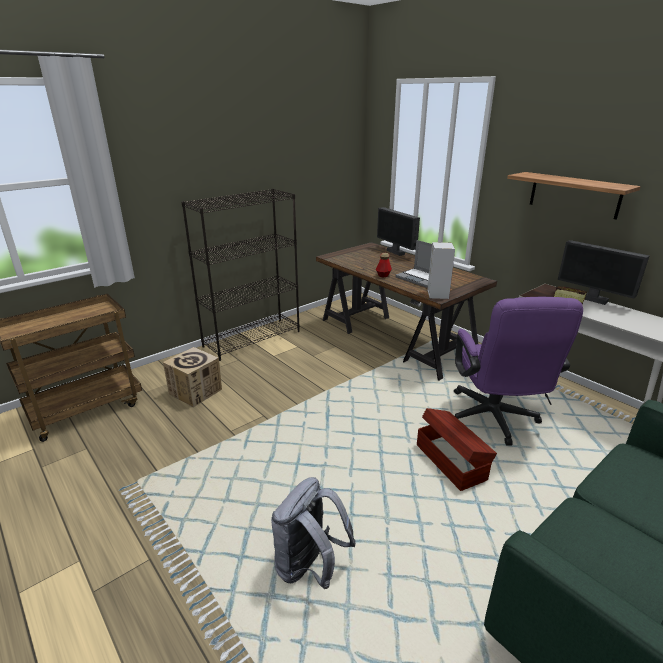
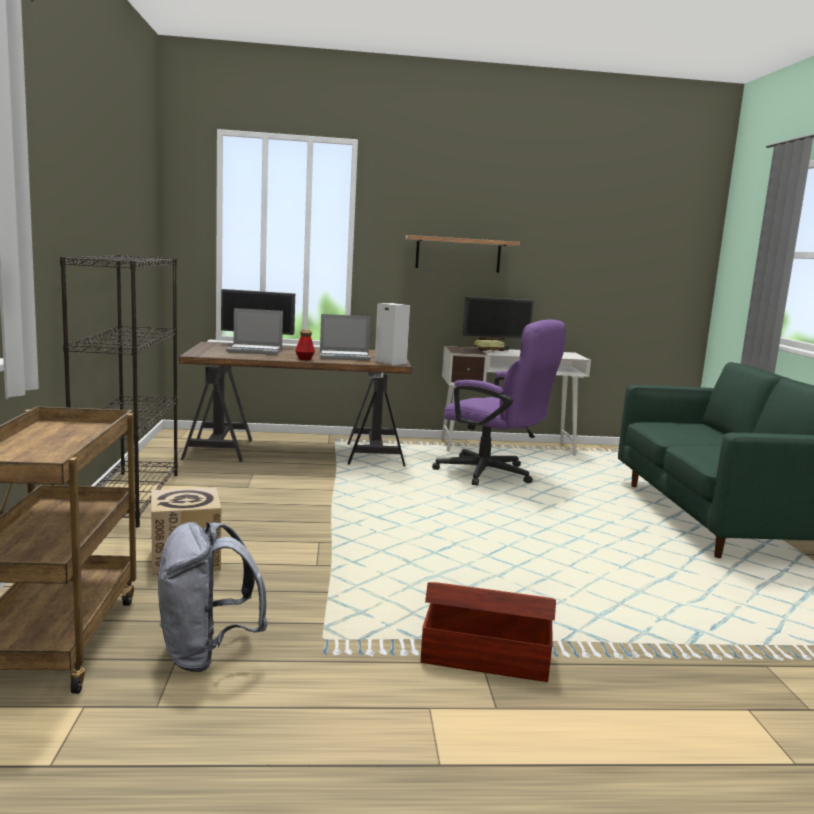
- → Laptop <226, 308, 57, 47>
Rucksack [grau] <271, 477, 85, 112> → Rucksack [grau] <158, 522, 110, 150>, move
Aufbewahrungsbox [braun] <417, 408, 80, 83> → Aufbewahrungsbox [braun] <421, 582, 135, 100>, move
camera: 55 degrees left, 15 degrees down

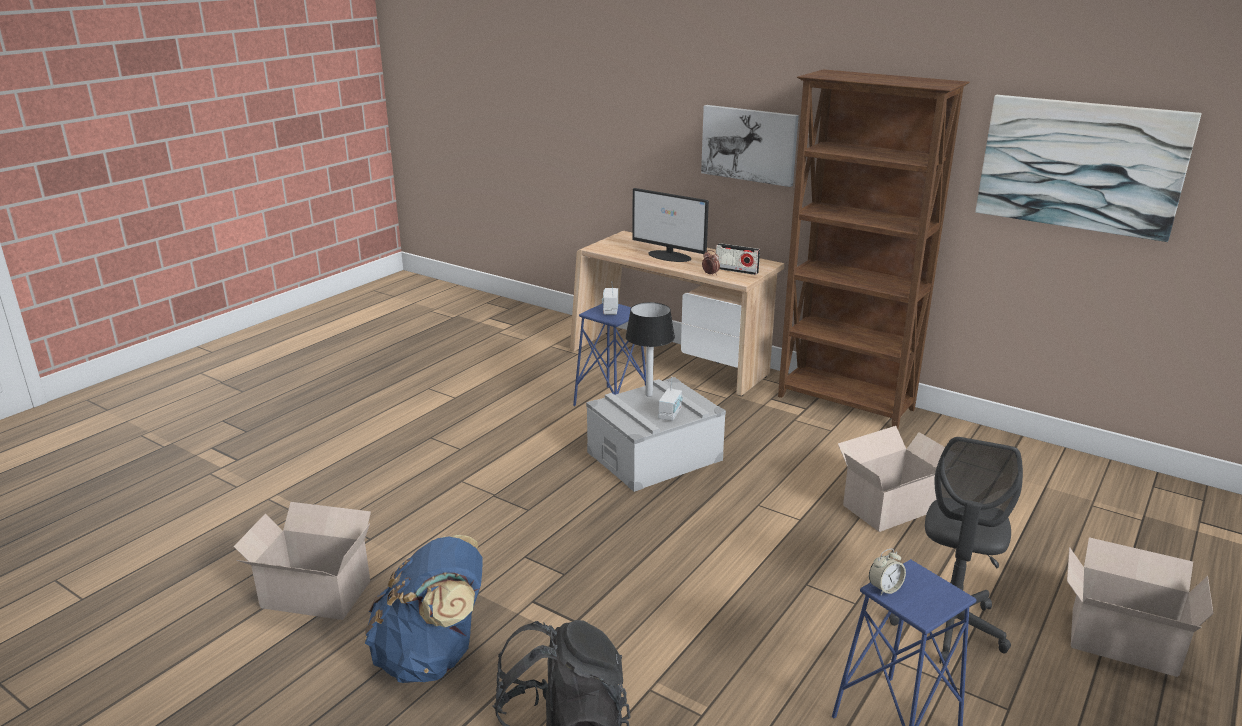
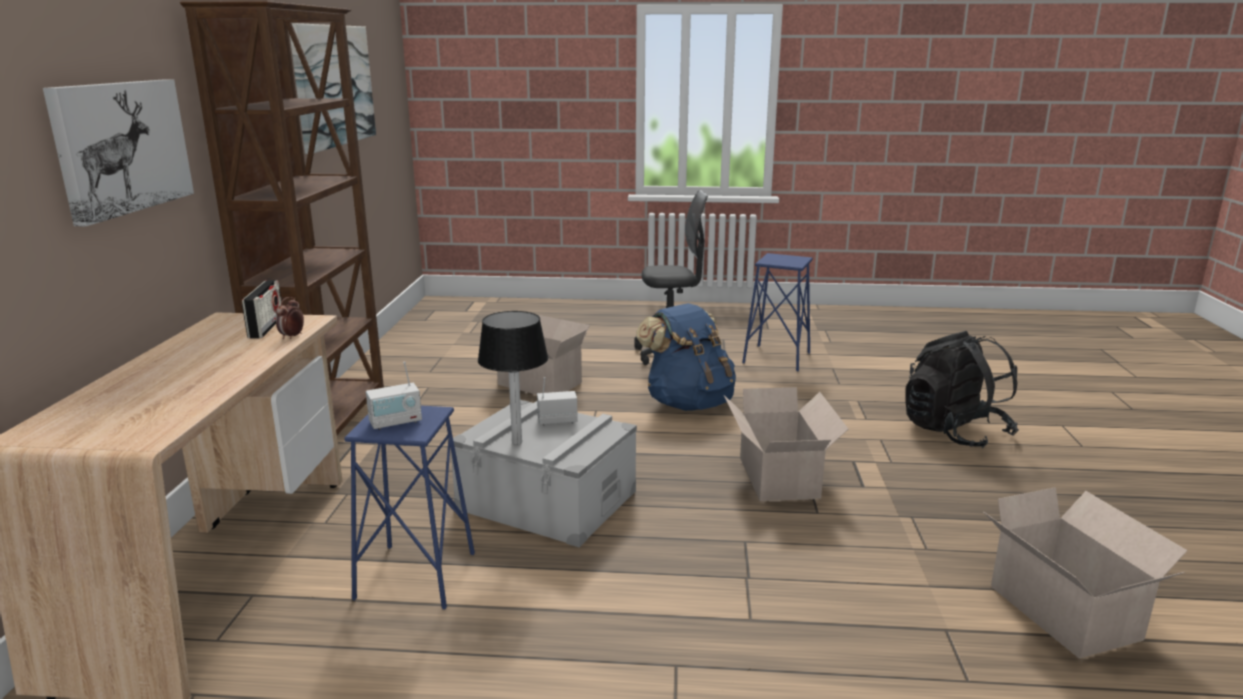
Monitor <632, 188, 77, 74> → -
Wecker <869, 549, 37, 47> → -
Rucksack [blau] <364, 535, 119, 148> → Rucksack [blau] <636, 303, 100, 108>, move
Karton <1067, 537, 147, 140> → Karton <724, 387, 124, 114>, move
camera: 120 degrees left, 5 degrees down

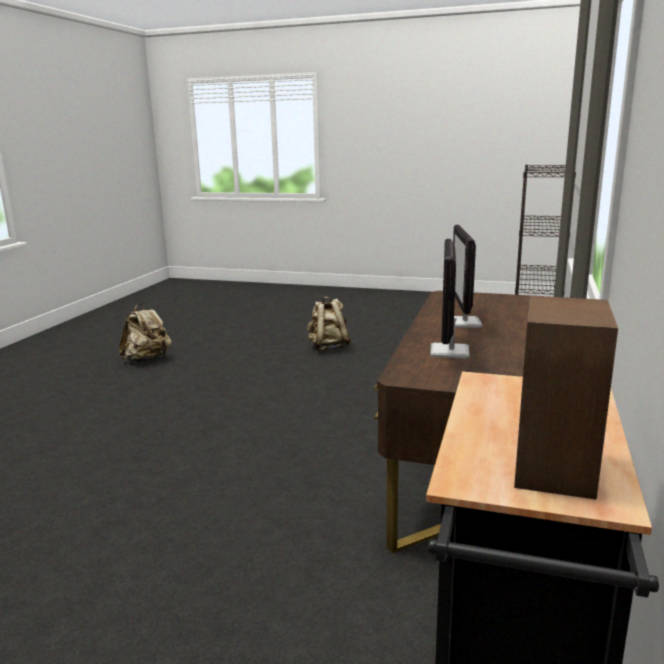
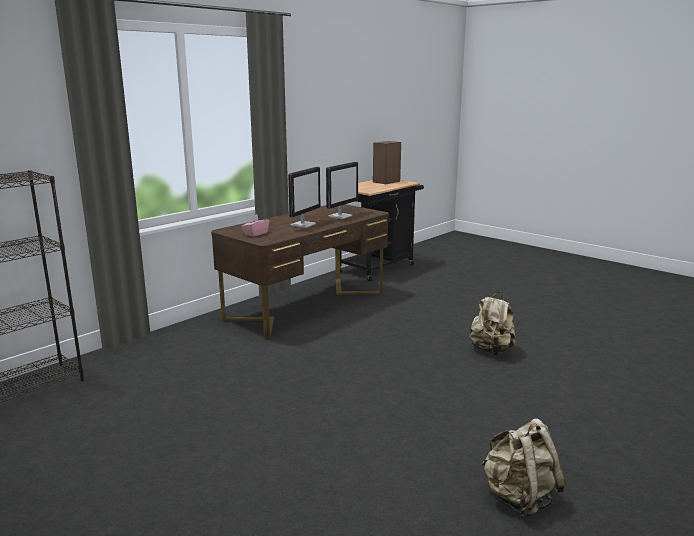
- → Taschentuchbox [rosa] <242, 214, 27, 23>
Rucksack [beige] <307, 296, 45, 56> → Rucksack [beige] <469, 291, 47, 64>, move
camera: 155 degrees left, 0 degrees up

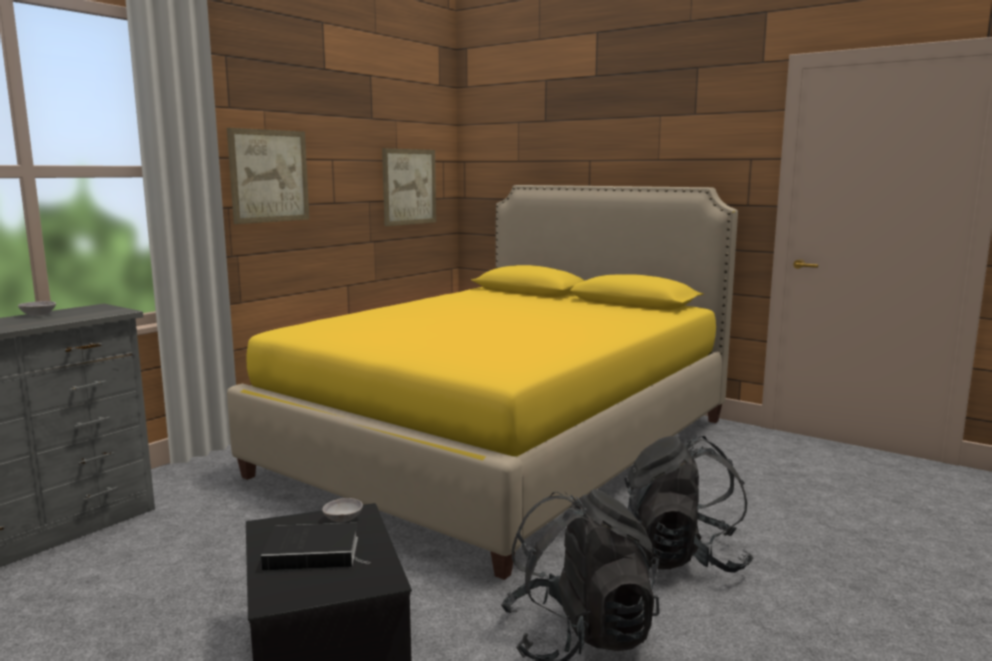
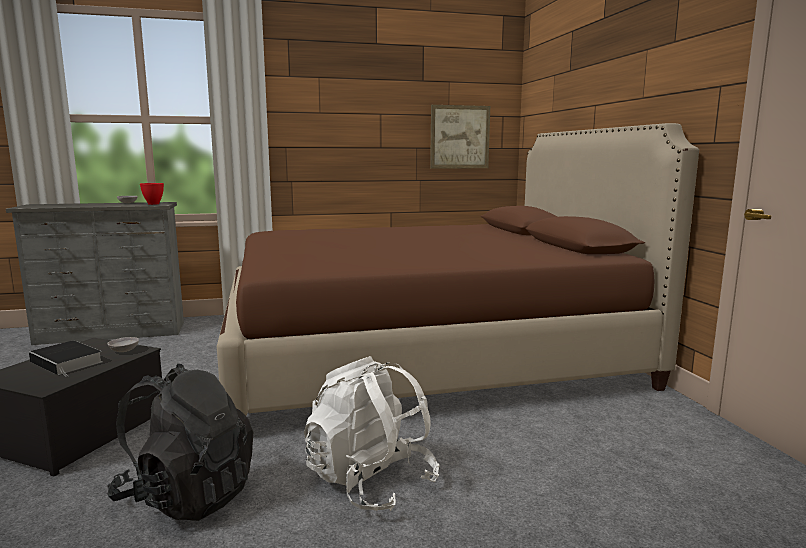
Bild <227, 128, 82, 96> → -
- → Schüssel [rot] <140, 183, 24, 22>
Bett [gelb] <227, 185, 511, 395> → Bett [braun] <217, 123, 482, 292>
Rucksack [schwarz] <624, 436, 130, 137> → Rucksack [weiß] <304, 356, 136, 155>
camera: 40 degrees right, 0 degrees up

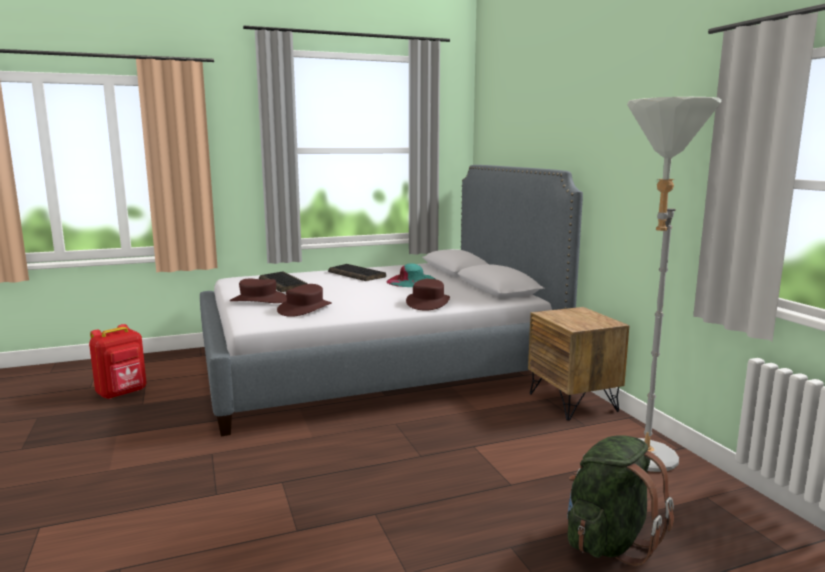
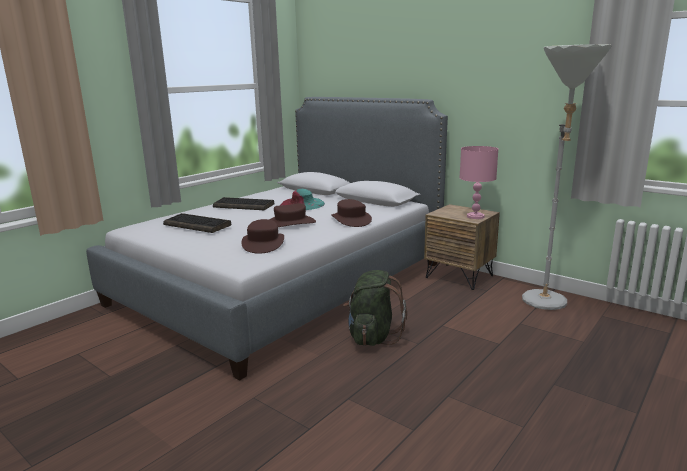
Rucksack [rot] <89, 324, 57, 75> → -
- → Tischlampe [rosa] <460, 146, 38, 73>
Hut [braun] <230, 279, 57, 24> → Hut [braun] <269, 203, 47, 24>, move
Rucksack [grün] <567, 435, 107, 131> → Rucksack [grün] <343, 270, 64, 76>, move
camera: 30 degrees left, 5 degrees up

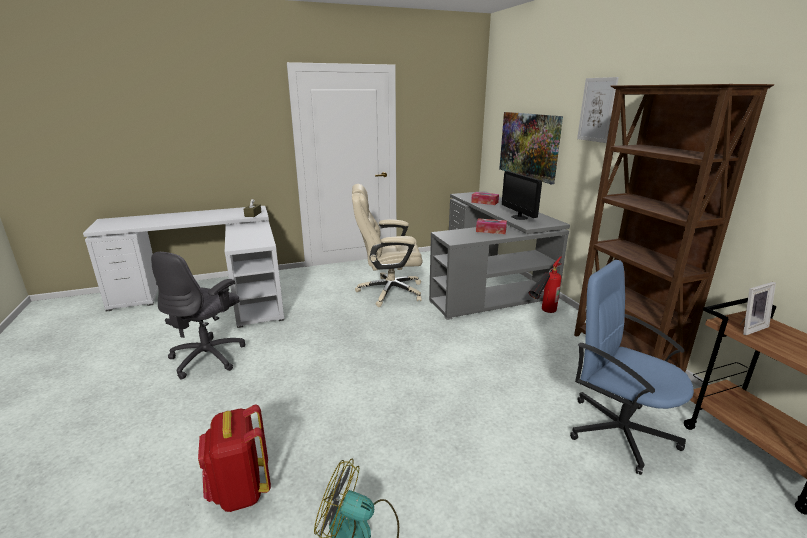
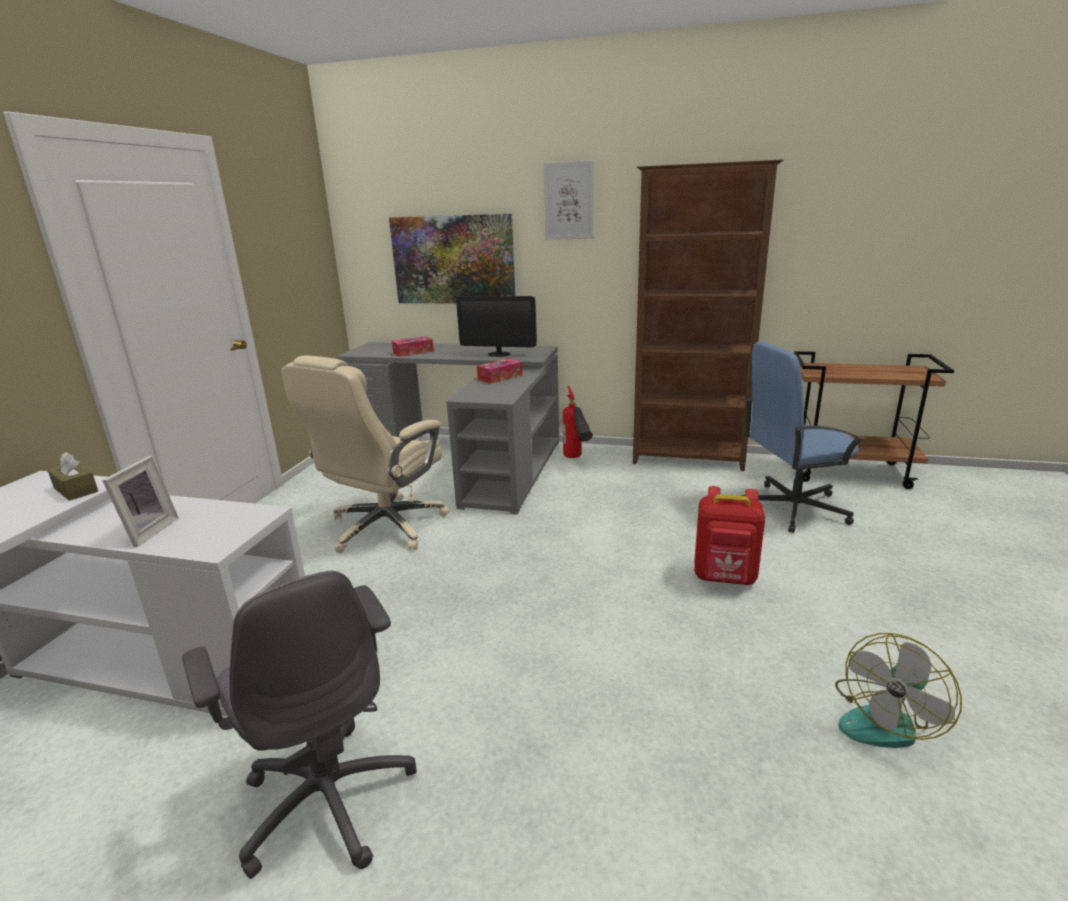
Rucksack [rot] <198, 404, 73, 108> → Rucksack [rot] <694, 486, 71, 99>, move
Bilderrahmen <740, 282, 36, 53> → Bilderrahmen <102, 456, 77, 91>, move
camera: 55 degrees left, 0 degrees up

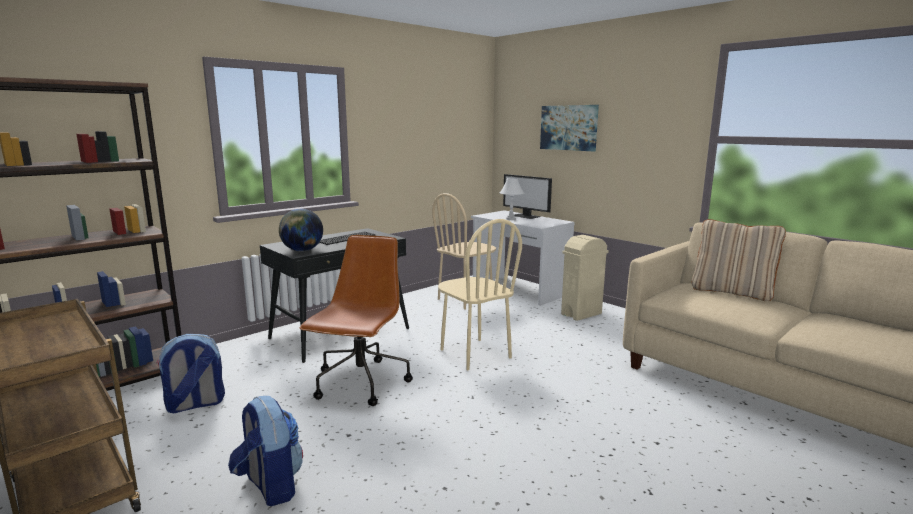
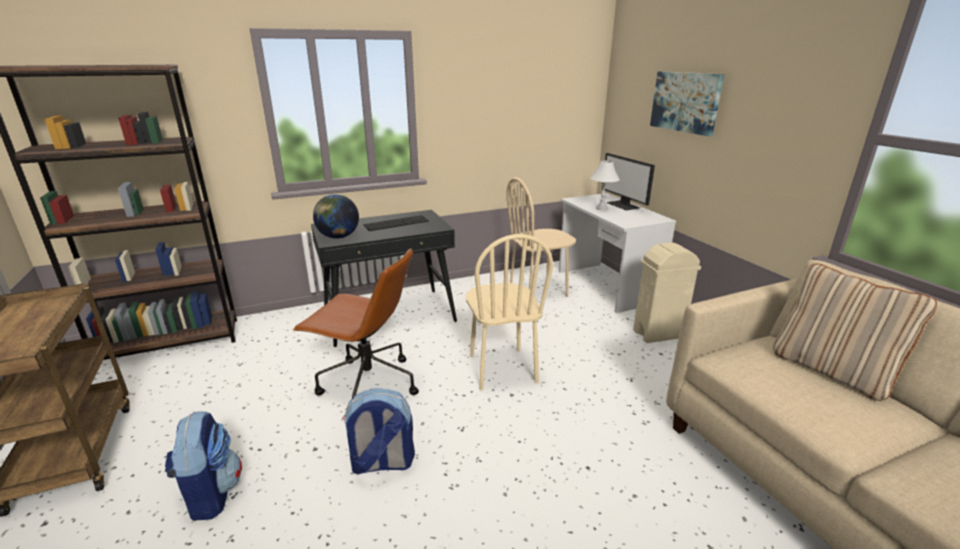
Rucksack <156, 334, 69, 79> → Rucksack <342, 388, 73, 86>, move
Bürostuhl [braun] <300, 235, 113, 171> → Bürostuhl [braun] <292, 248, 127, 150>, 75 degrees clockwise
camera: 20 degrees right, 10 degrees up

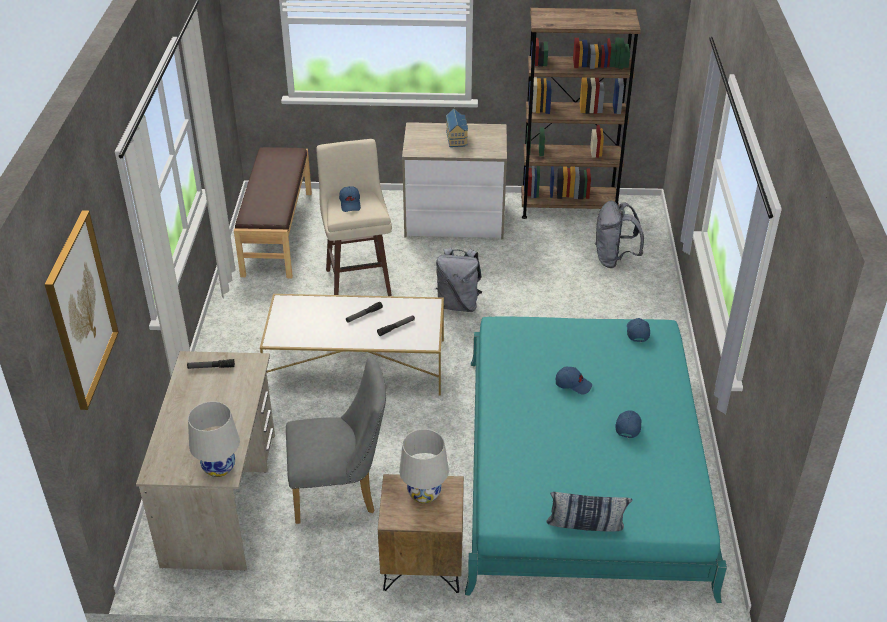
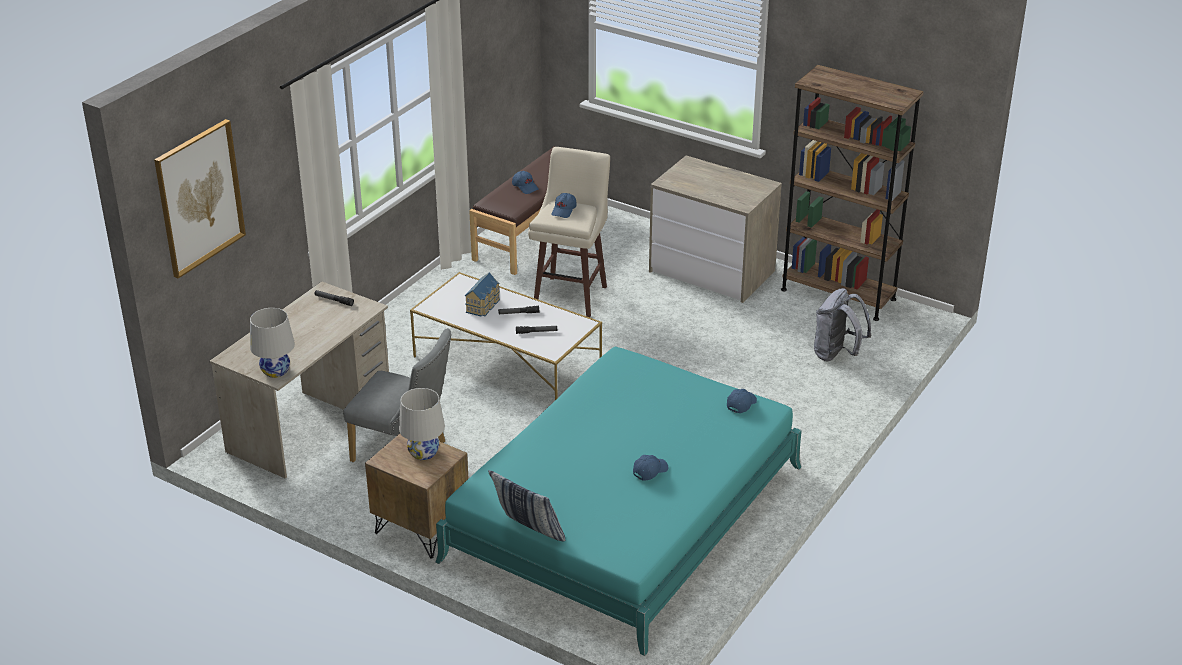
Rucksack [grau] <436, 247, 46, 65> → -
Spielzeughaus <446, 109, 22, 38> → Spielzeughaus <465, 273, 35, 44>, move
Kappe [blau] <556, 366, 36, 28> → Kappe [blau] <512, 171, 27, 23>, move
camera: 30 degrees right, 5 degrees down

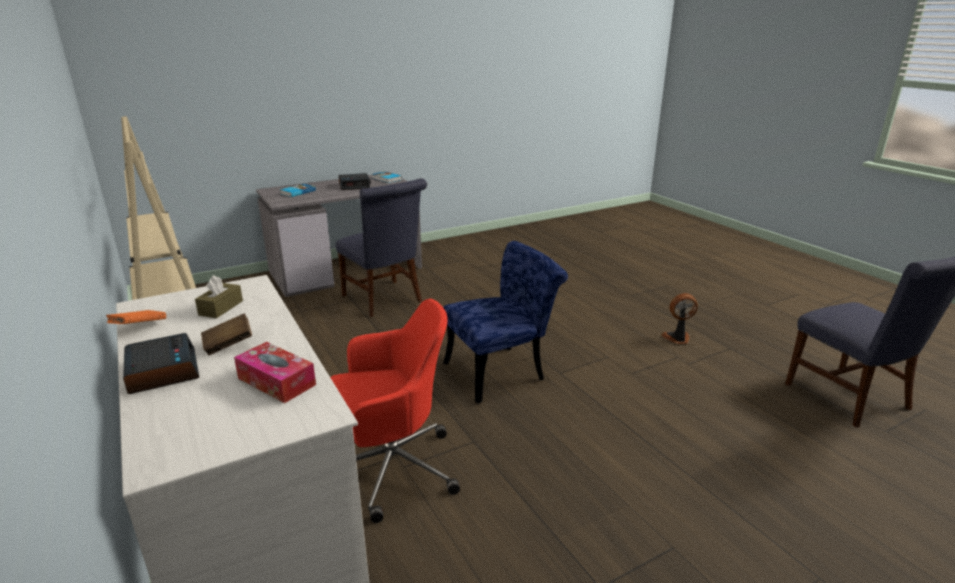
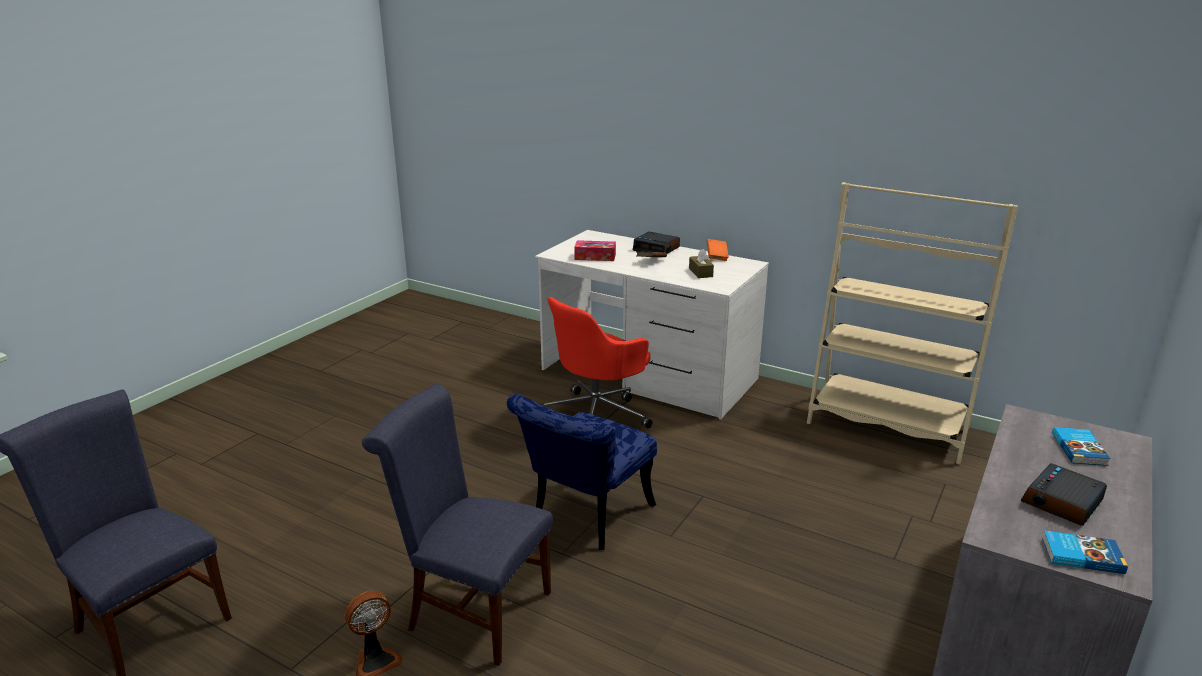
Stuhl [blau] <336, 179, 91, 138> → Stuhl [blau] <362, 383, 191, 283>, move
camera: 150 degrees right, 0 degrees up

